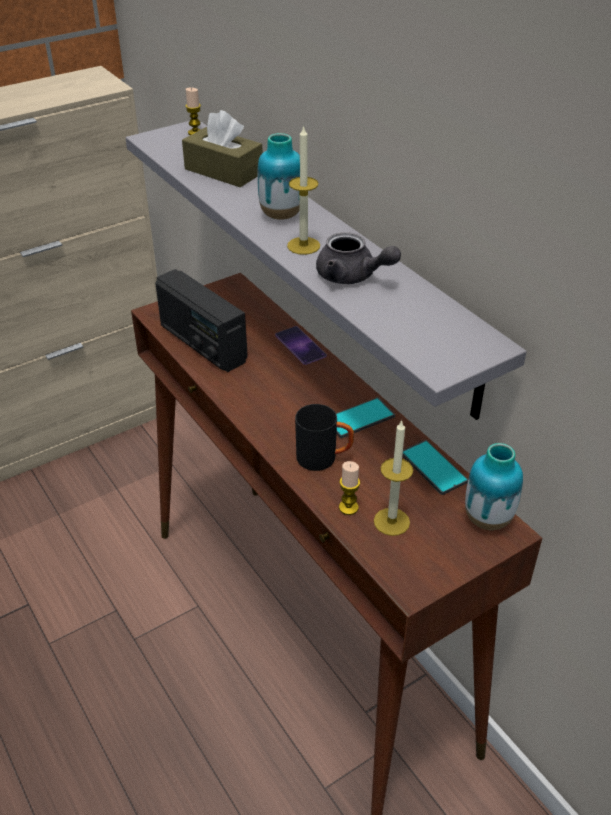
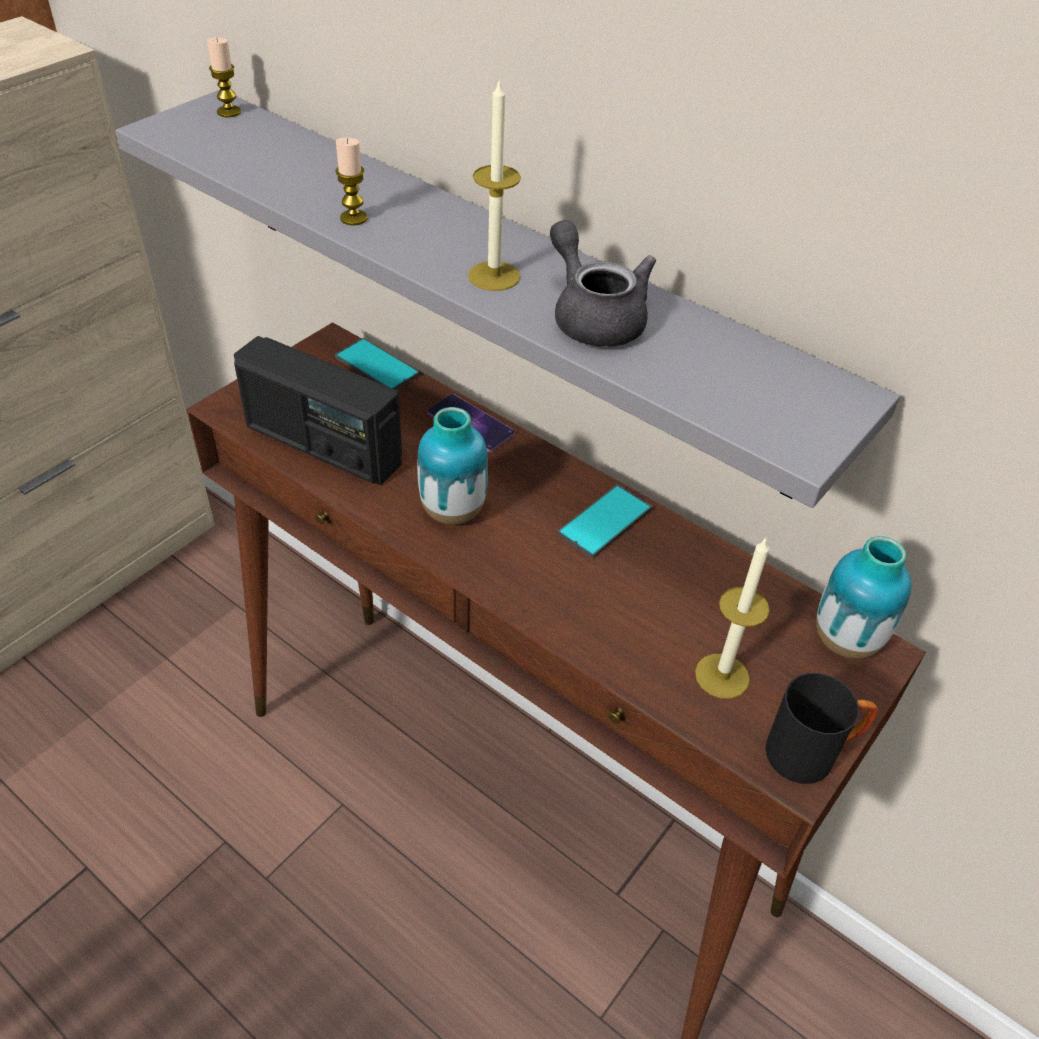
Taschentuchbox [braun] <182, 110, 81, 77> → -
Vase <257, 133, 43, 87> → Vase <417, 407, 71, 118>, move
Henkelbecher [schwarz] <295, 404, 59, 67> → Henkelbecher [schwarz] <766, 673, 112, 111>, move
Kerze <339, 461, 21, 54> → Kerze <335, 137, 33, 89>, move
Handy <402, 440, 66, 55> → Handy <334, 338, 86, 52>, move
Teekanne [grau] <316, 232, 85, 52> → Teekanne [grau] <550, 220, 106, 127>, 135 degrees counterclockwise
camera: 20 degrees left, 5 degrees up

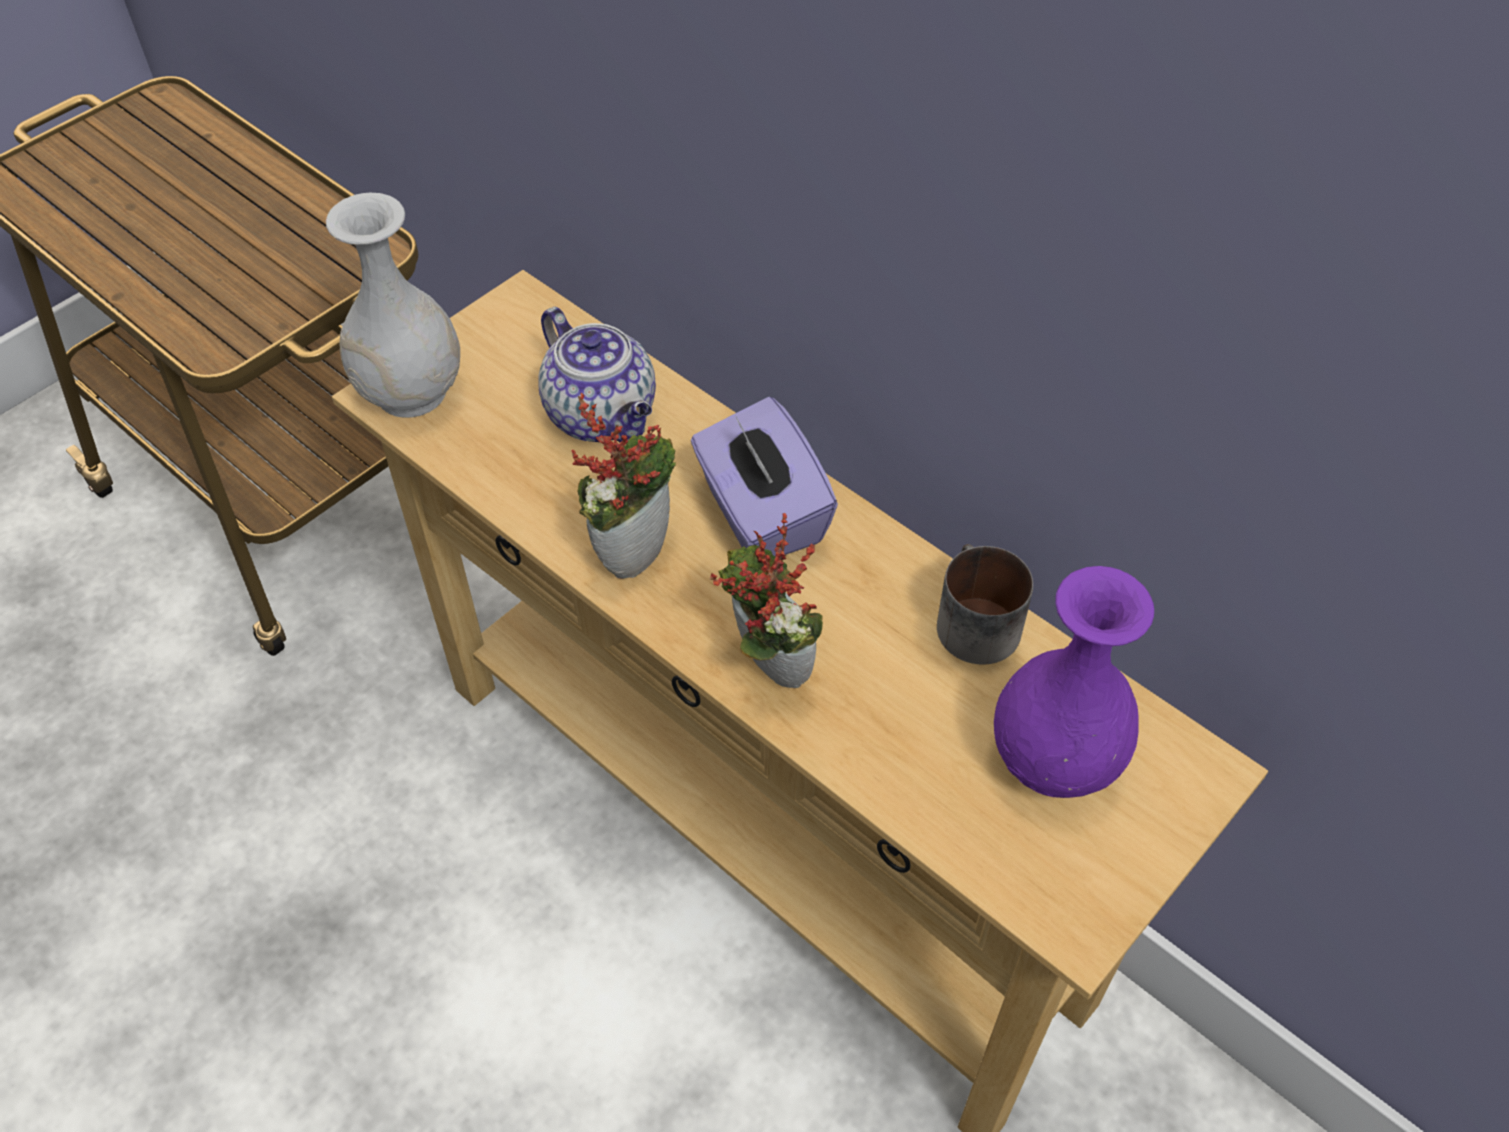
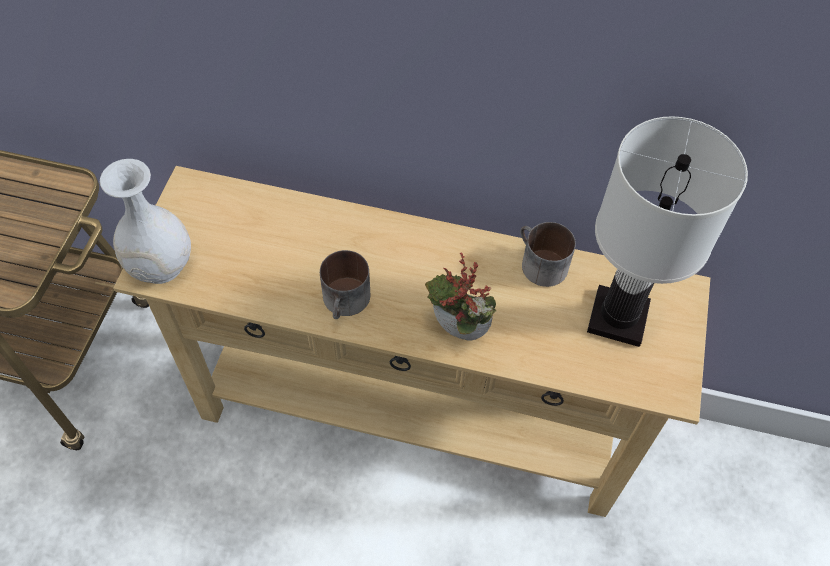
Teekanne <539, 307, 117, 135> → -
Taschentuchbox [lila] <691, 397, 147, 160> → -
Topfpflanze <572, 393, 104, 186> → Henkelbecher <320, 250, 50, 69>
Vase [lila] <994, 566, 160, 232> → Tischlampe [weiß] <587, 116, 161, 231>
camera: 30 degrees left, 5 degrees up

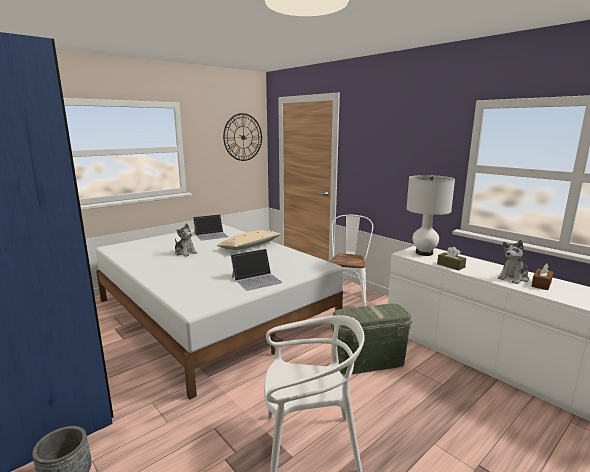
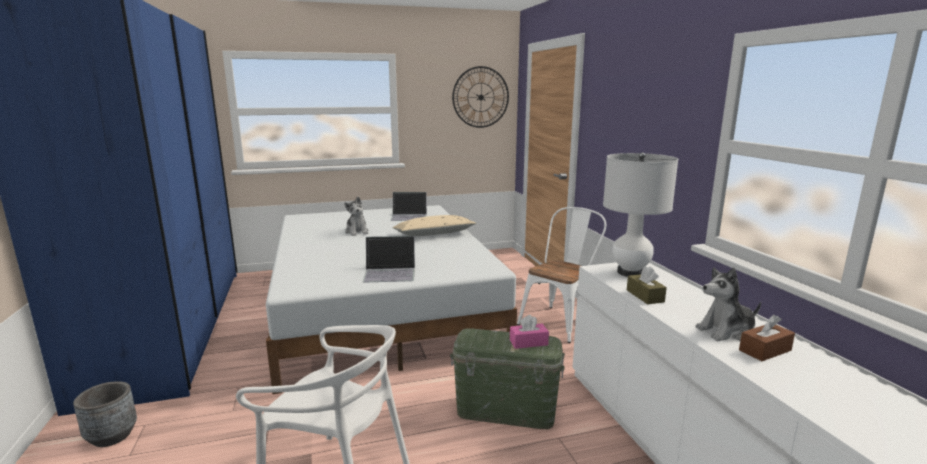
- → Taschentuchbox [rosa] <510, 315, 39, 34>
camera: 25 degrees right, 0 degrees up

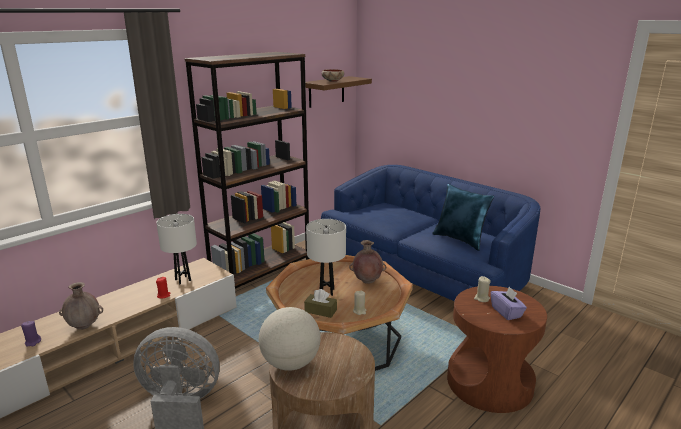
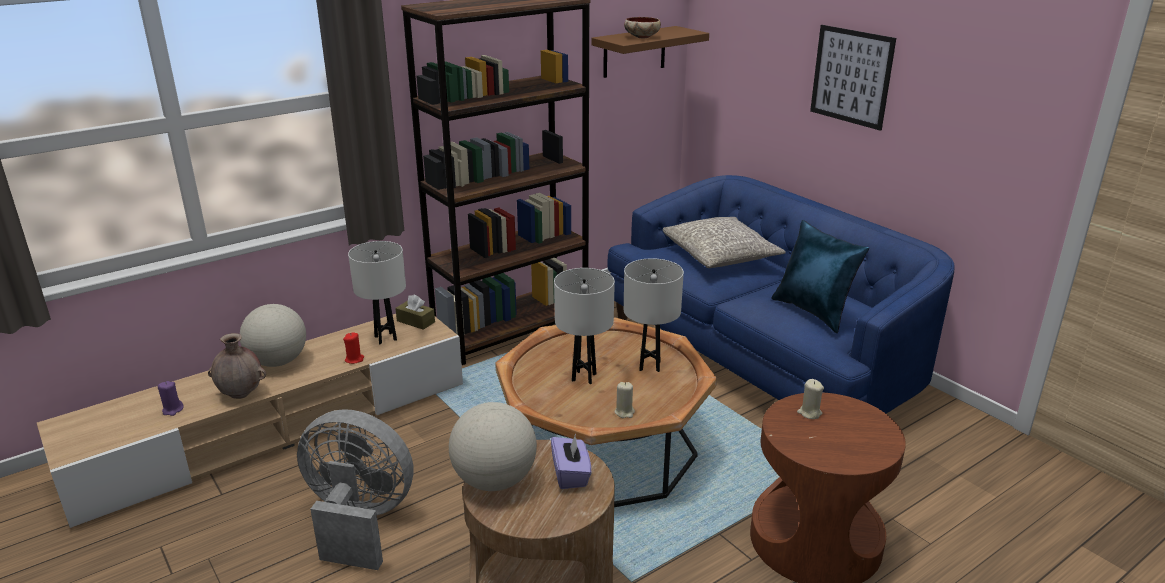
- → Globus <240, 304, 66, 63>
- → Kissen [grau] <662, 217, 124, 51>
- → Bild <810, 25, 86, 105>
Taschentuchbox [braun] <304, 289, 33, 29> → Taschentuchbox [braun] <395, 294, 40, 36>, move
Taschentuchbox [lila] <491, 287, 36, 33> → Taschentuchbox [lila] <551, 434, 40, 55>, move
Vase [braun] <349, 240, 37, 44> → Tischlampe [weiß] <624, 258, 60, 114>
camera: 10 degrees right, 5 degrees up

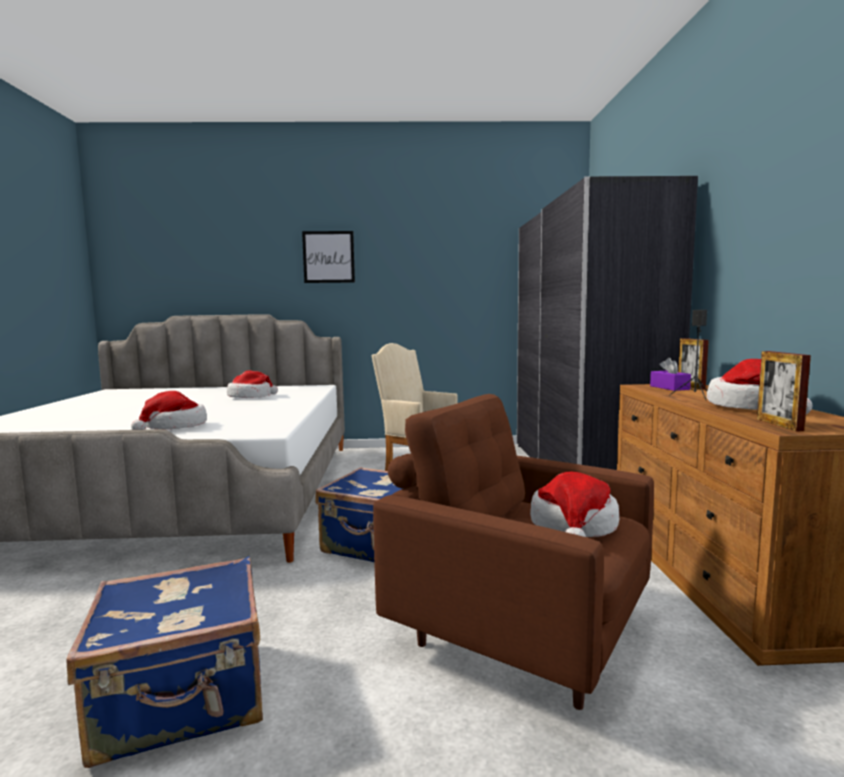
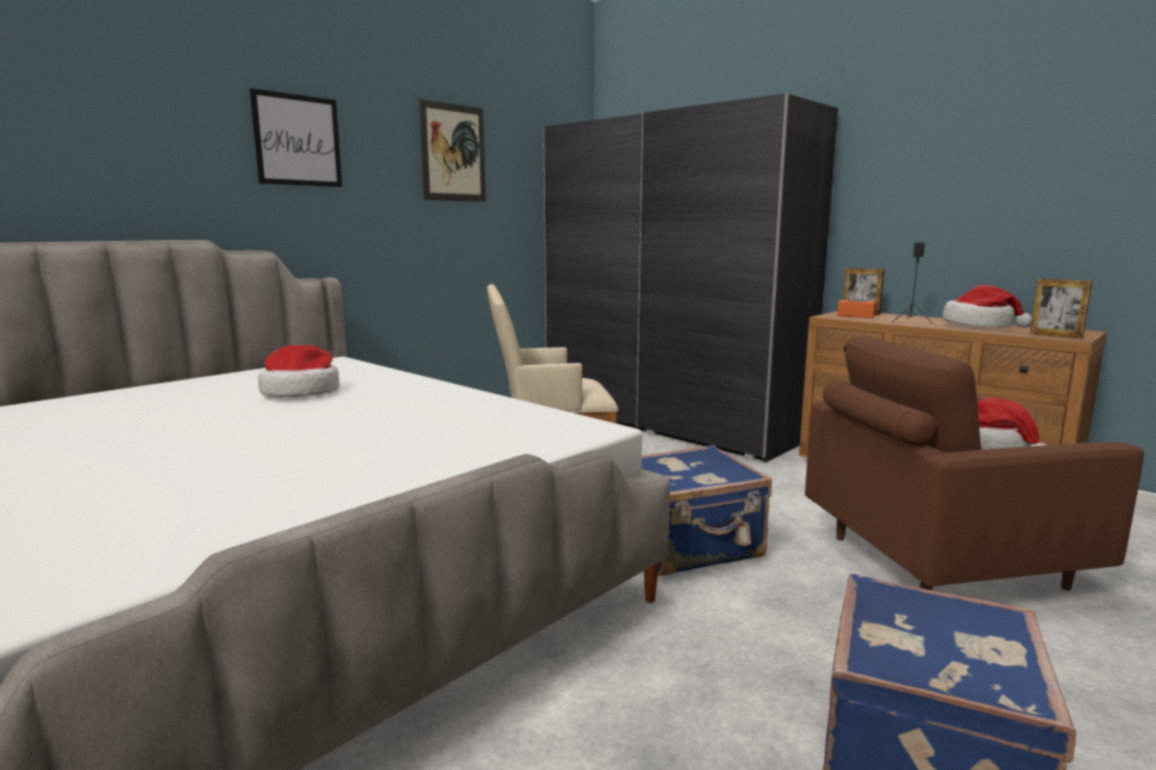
Hut <131, 391, 76, 39> → -
- → Bild <419, 99, 67, 103>
Taschentuchbox [lila] <650, 358, 41, 33> → Taschentuchbox [orange] <837, 287, 40, 31>
camera: 45 degrees left, 5 degrees up

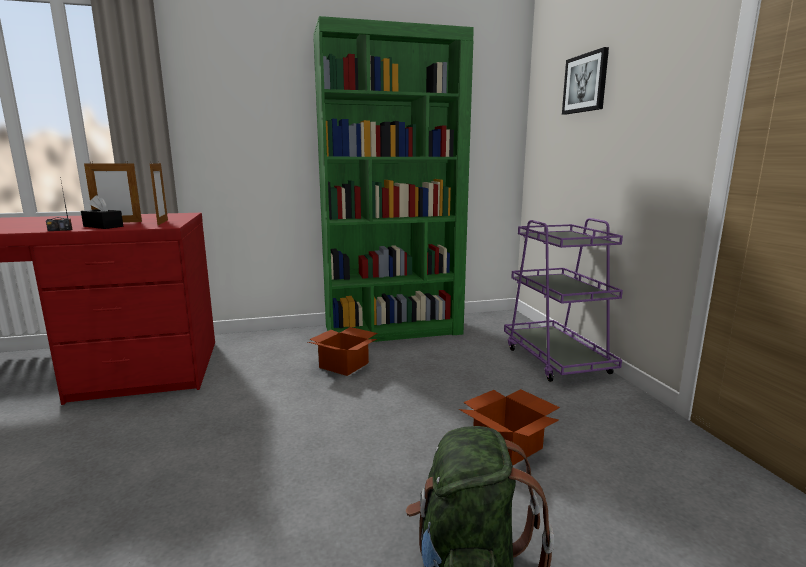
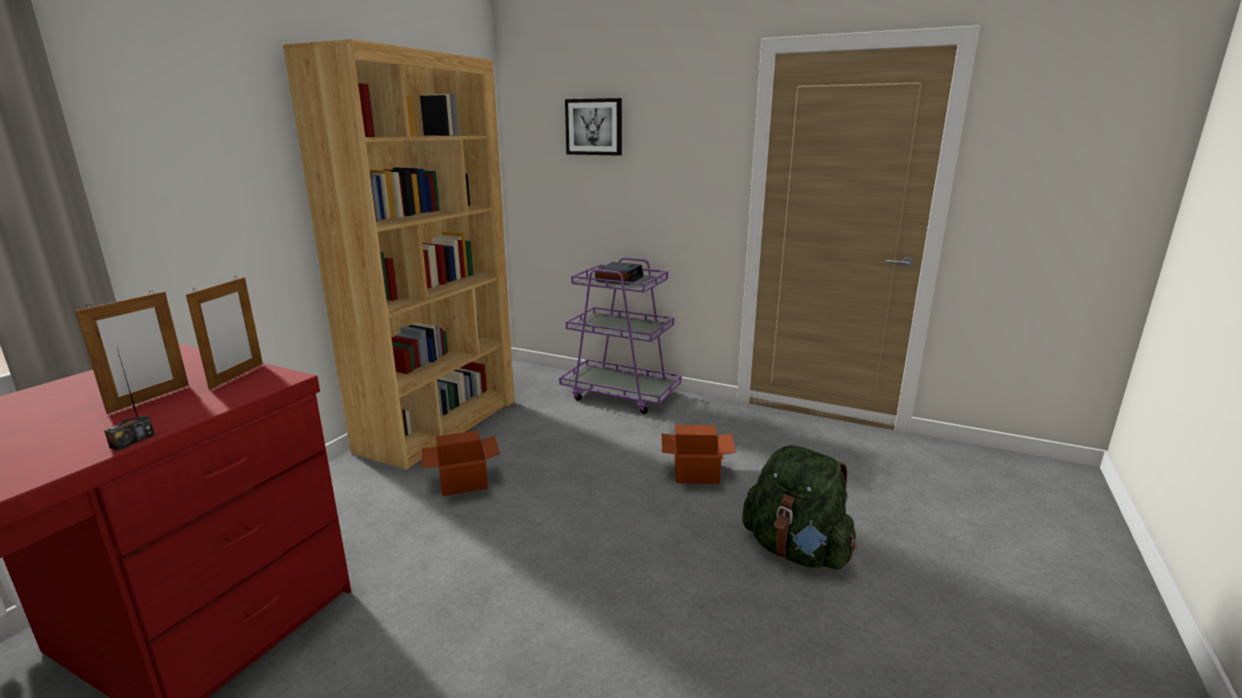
Taschentuchbox [schwarz] <81, 195, 42, 34> → -
- → Wecker <595, 262, 49, 23>
Bücherregal [grün] <313, 16, 161, 326> → Bücherregal [braun] <283, 39, 231, 431>
Bilderrahmen <150, 161, 18, 65> → Bilderrahmen <186, 276, 77, 114>, 75 degrees clockwise
camera: 50 degrees left, 5 degrees up

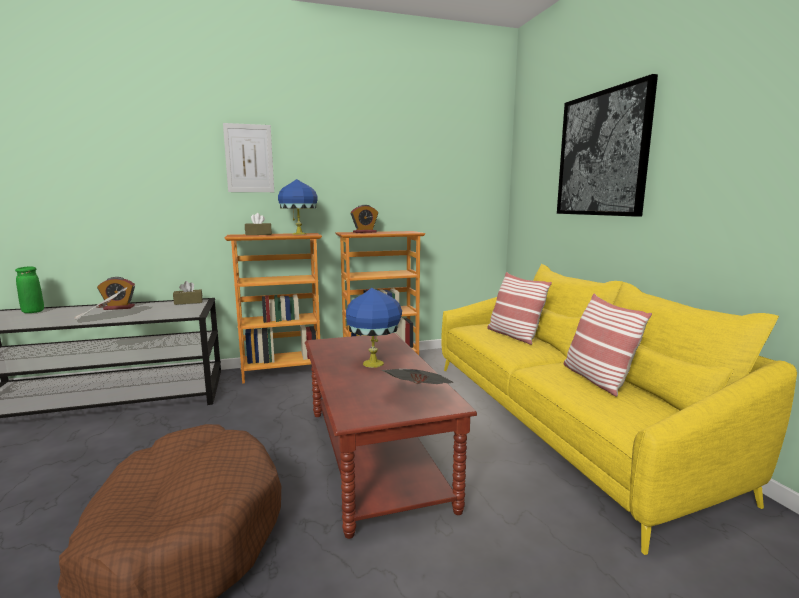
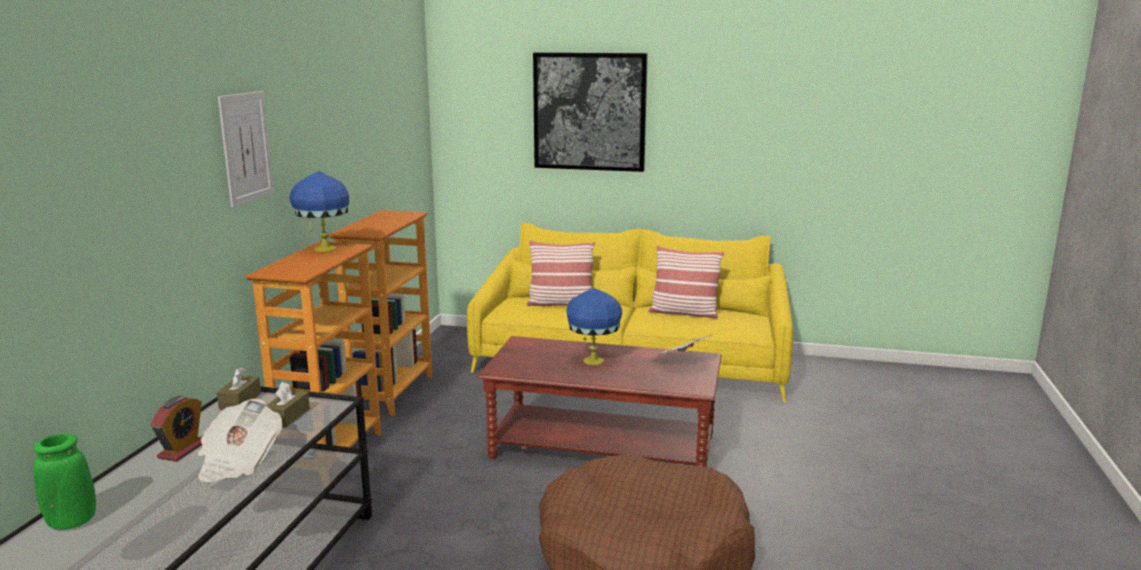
Wecker <351, 205, 27, 28> → -
Taschentuchbox [braun] <245, 213, 27, 22> → Taschentuchbox [braun] <266, 382, 44, 46>, move
camera: 60 degrees left, 5 degrees up

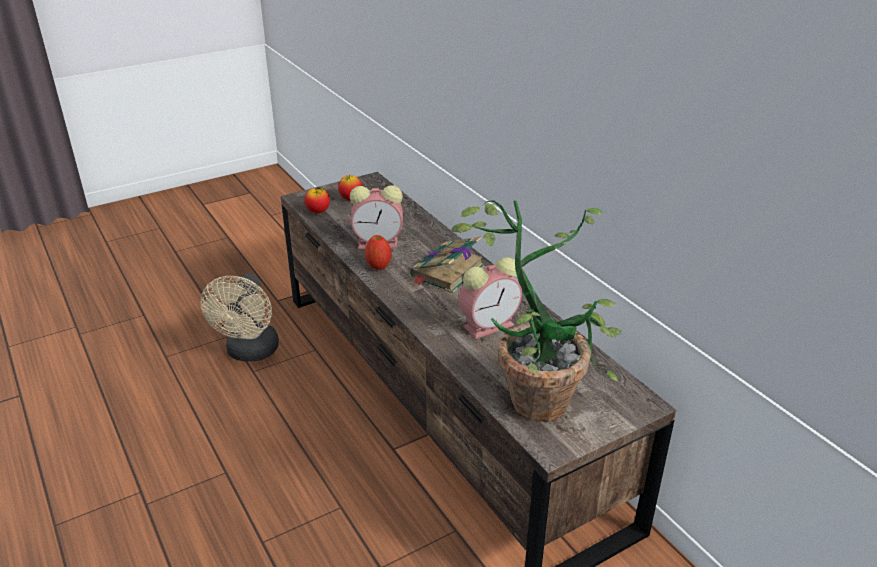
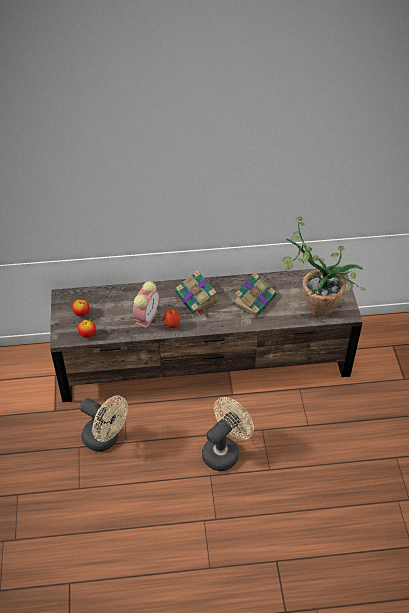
- → Ventilator [beige] <202, 397, 52, 74>
Wecker <458, 257, 64, 82> → Buch <232, 272, 44, 45>
camera: 65 degrees left, 15 degrees up

